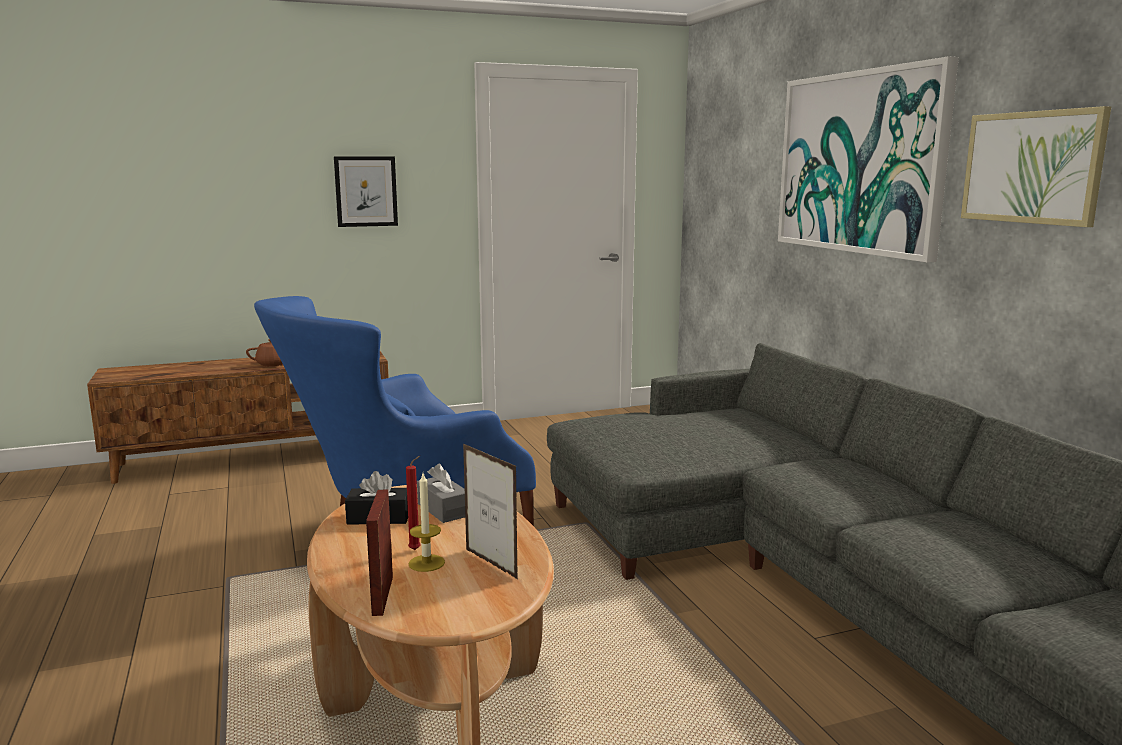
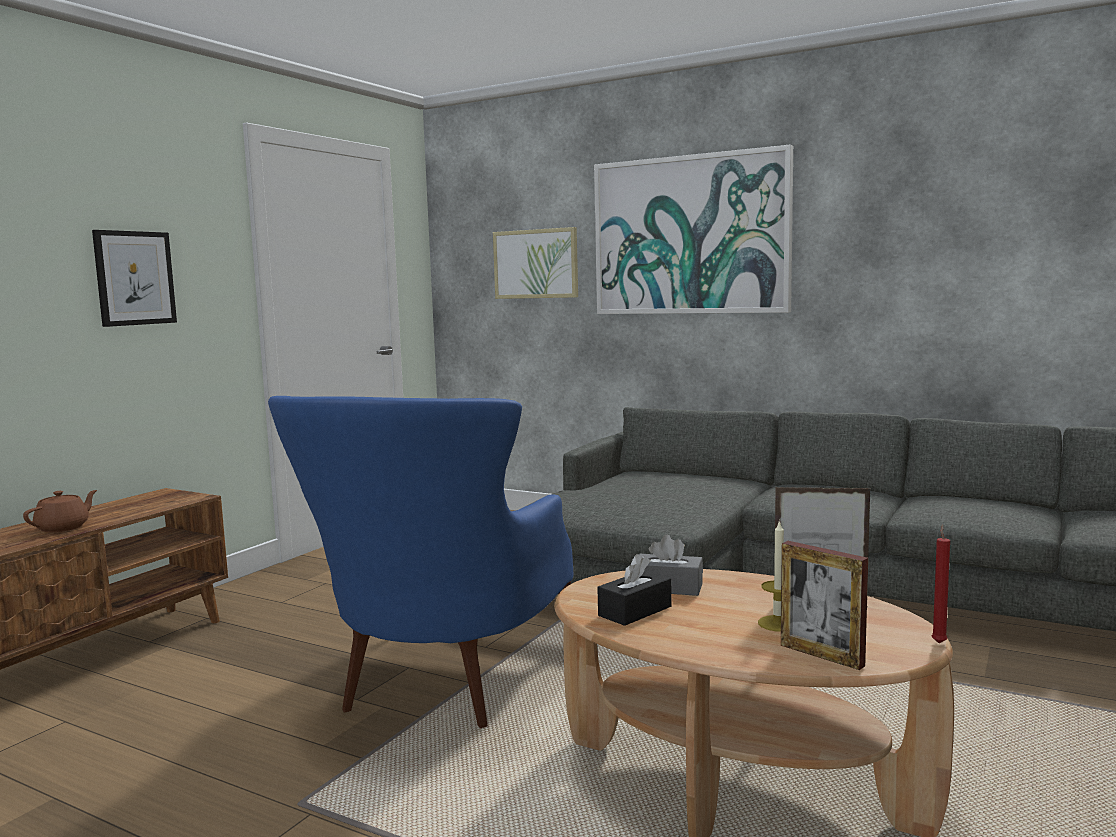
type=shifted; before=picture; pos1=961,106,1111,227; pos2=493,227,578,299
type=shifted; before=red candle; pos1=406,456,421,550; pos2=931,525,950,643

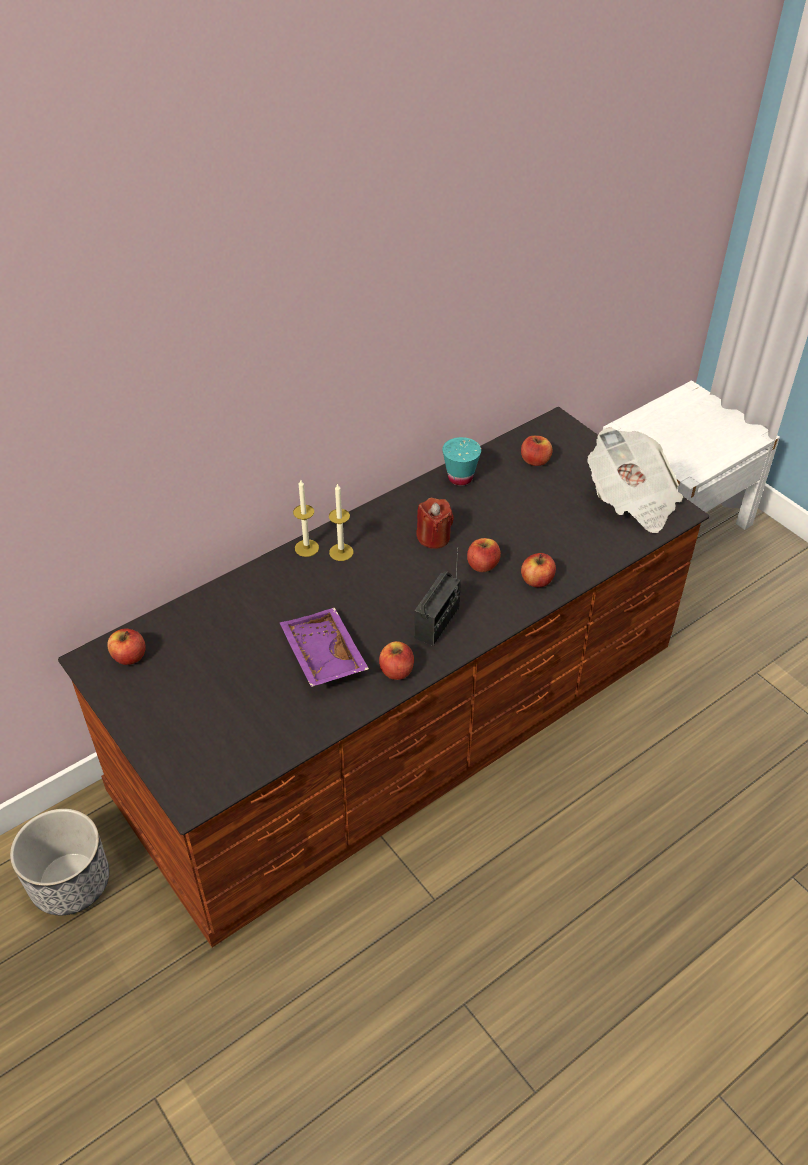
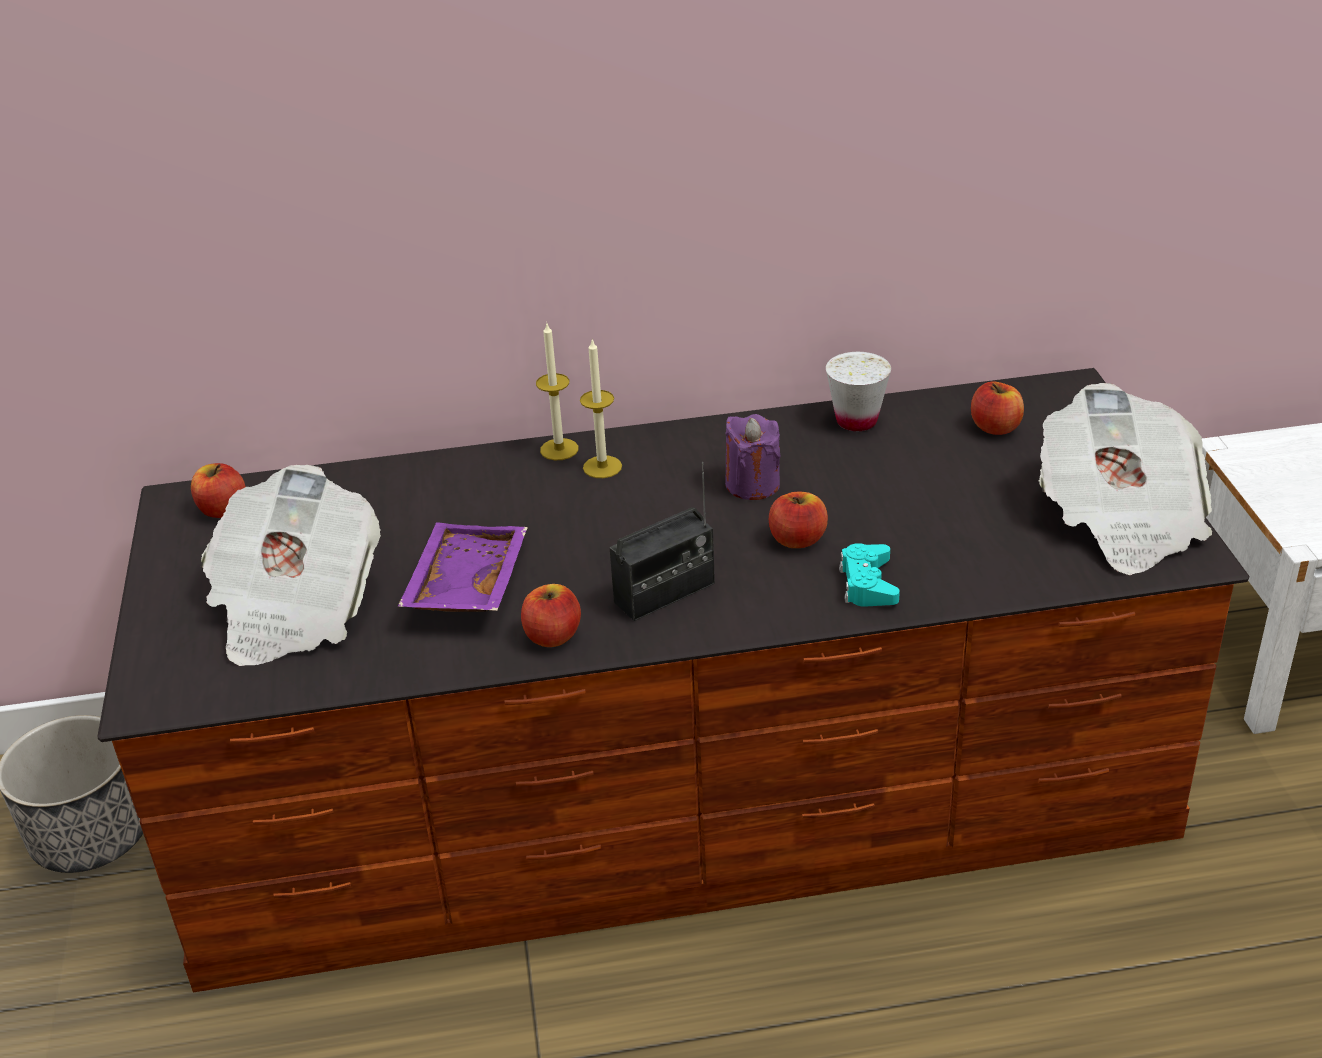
type=new; after=newspaper; pos2=201,465,381,666
type=repainted; before=red candle; after=purple candle; pos1=417,498,454,549; pos2=725,414,780,500
type=repainted; before=turquoise cup; after=white cup; pos1=442,437,481,486; pos2=826,352,891,431
type=swapped; before=apple; after=turquoise game controller; pos1=521,553,556,587; pos2=839,543,900,607

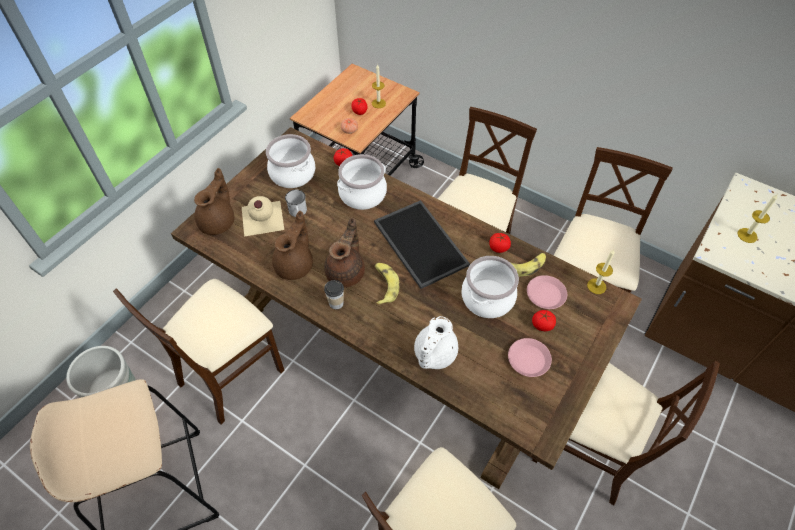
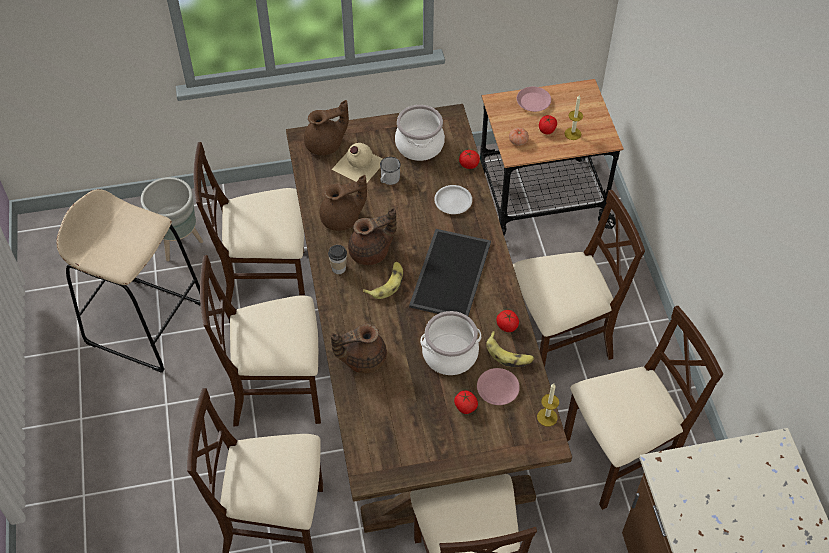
type=new; after=beige chair; pos2=200,255,321,426
type=repainted; before=white teapot; after=brown teapot; pos1=414,316,458,369; pos2=331,323,387,374
type=swapped; before=cooking pot; after=white plate; pos1=337,154,387,210; pos2=434,185,472,214
type=shifted; before=pink plate; pos1=508,338,552,377; pos2=517,87,551,112
type=gone; before=candle; pos1=738,194,778,243

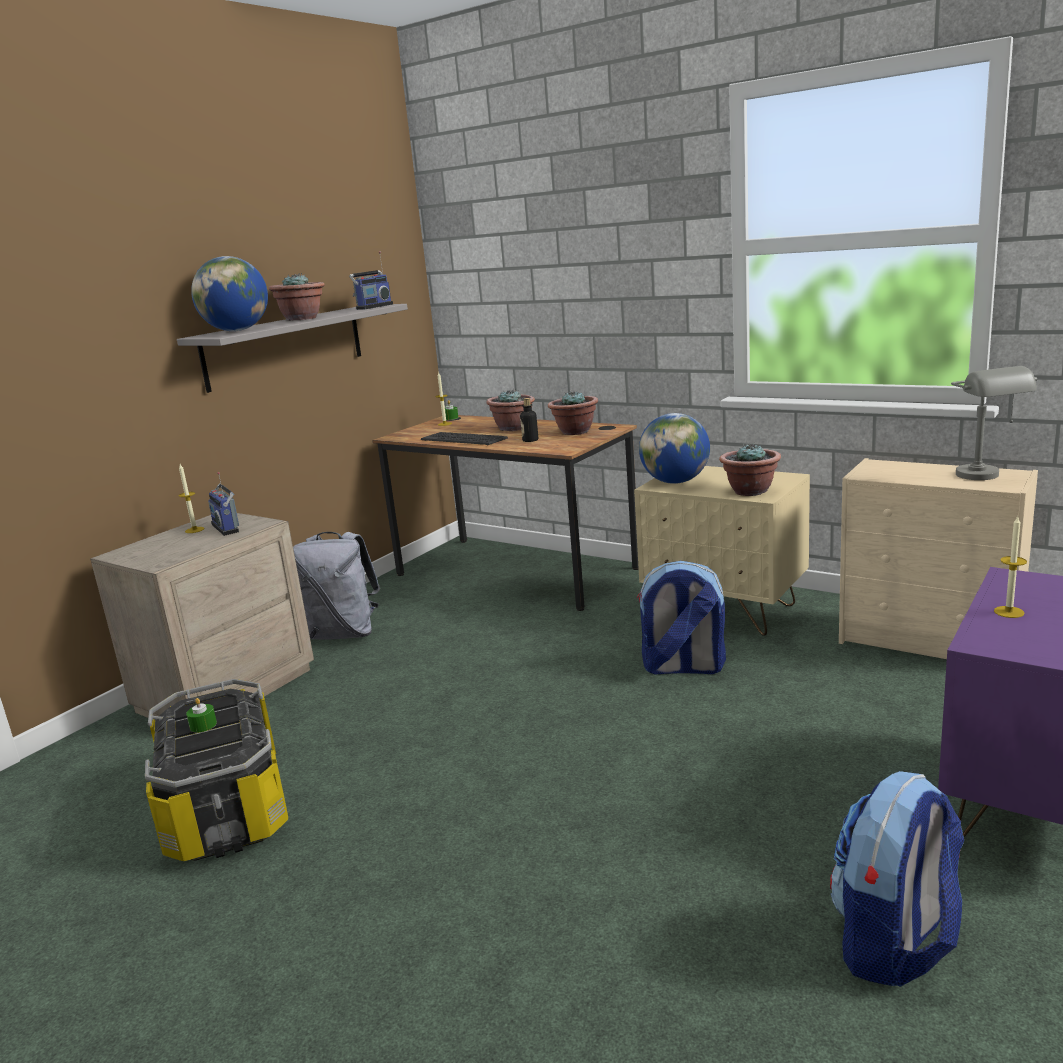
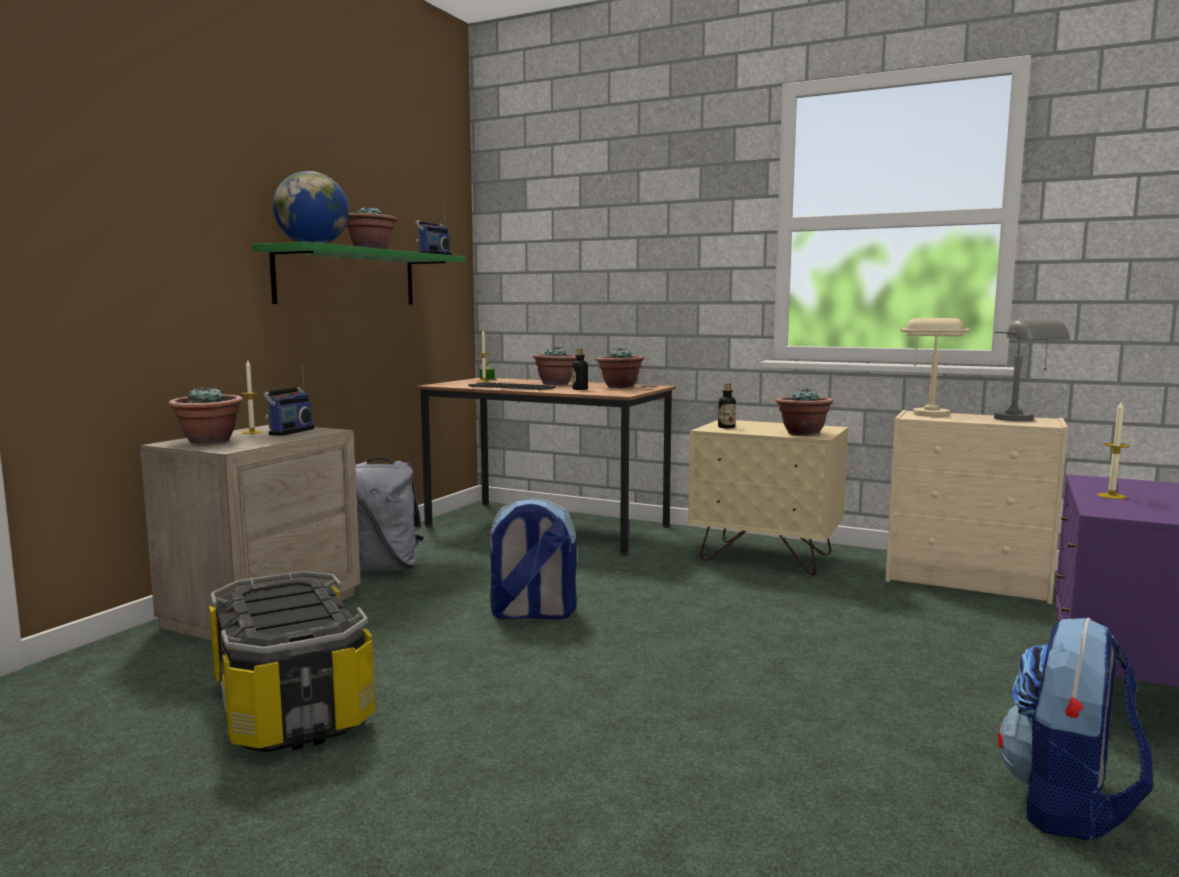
type=new; after=potted plant; pos2=168,386,243,444
type=repainted; before=grey shelf; after=green shelf; pos1=177,304,408,393; pos2=252,242,465,305
type=rotated; before=radio; pos1=208,472,239,536; pos2=263,365,314,436; turn=-120
type=shifted; before=backpack; pos1=637,561,726,674; pos2=486,498,577,620
type=swapped; before=globe; after=bottle; pos1=639,413,710,484; pos2=718,384,736,429
type=new; after=beige table lamp; pos2=901,318,970,417
type=gone; before=green candle; pos1=186,698,217,732

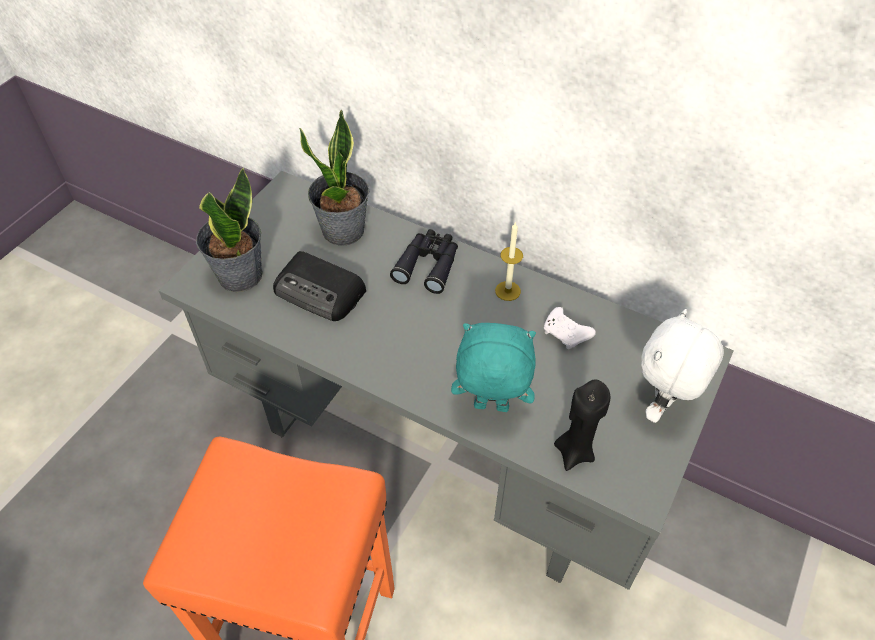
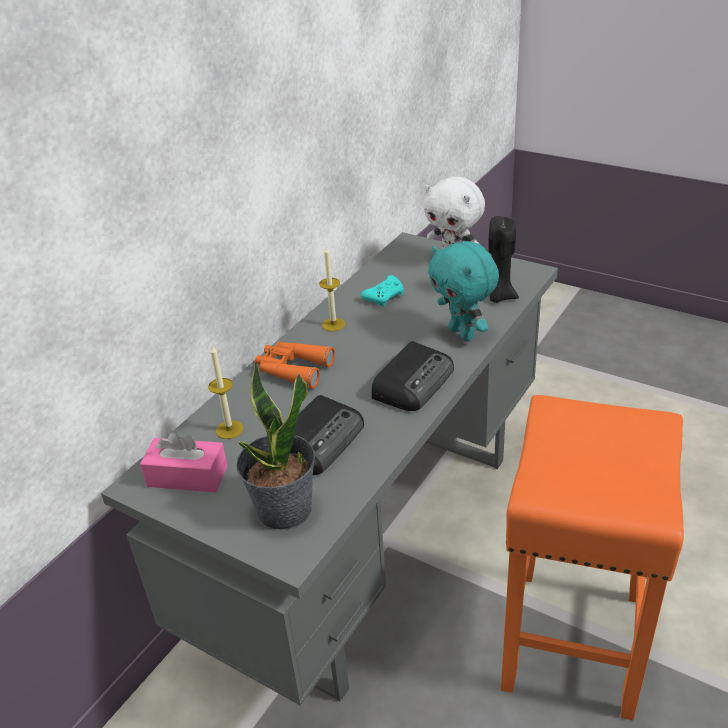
type=new; after=pink tissue box; pos2=140,431,228,492
type=swapped; before=potted plant; after=candle; pos1=299,109,369,246; pos2=208,345,243,439
type=repainted; before=black binoculars; after=orange binoculars; pos1=390,229,458,294; pos2=255,341,335,389
type=repainted; before=white game controller; after=turquoise game controller; pos1=544,307,596,349; pos2=361,275,404,307
type=new; after=radio; pos2=371,341,454,411
type=rotated; before=turquoise plush toy; pos1=451,323,536,412; pos2=428,241,499,341; turn=-45

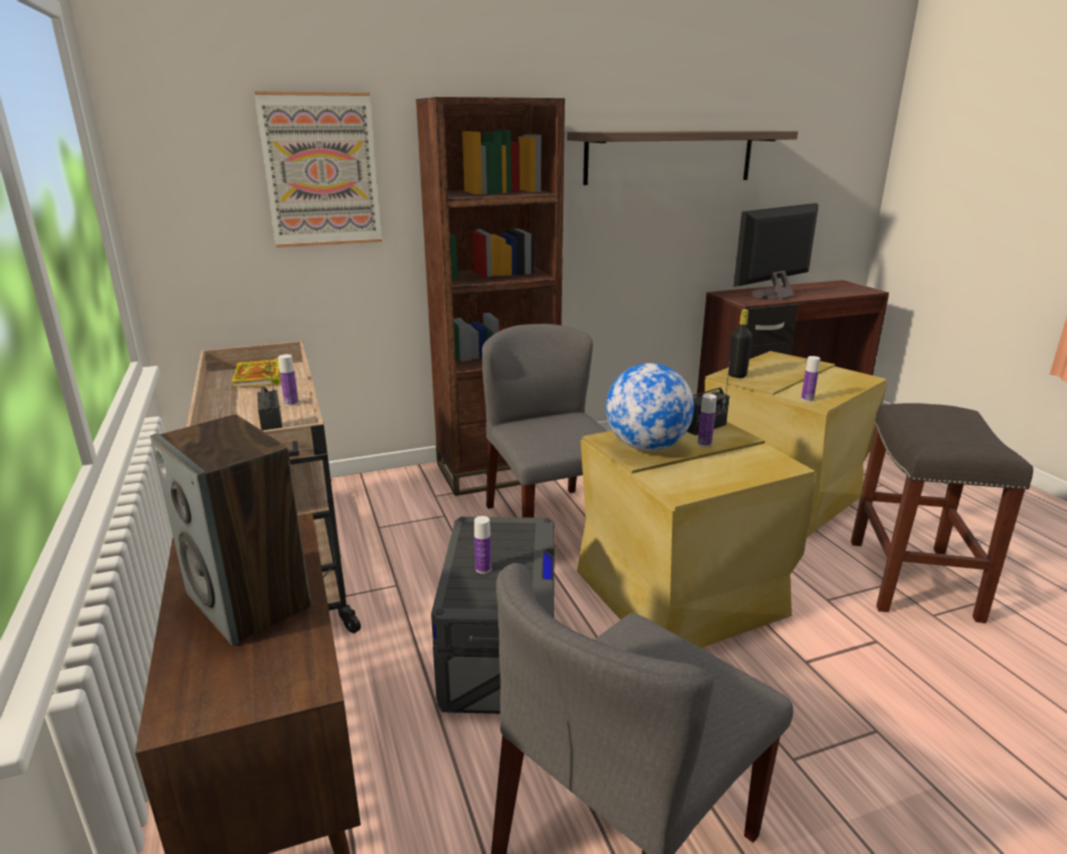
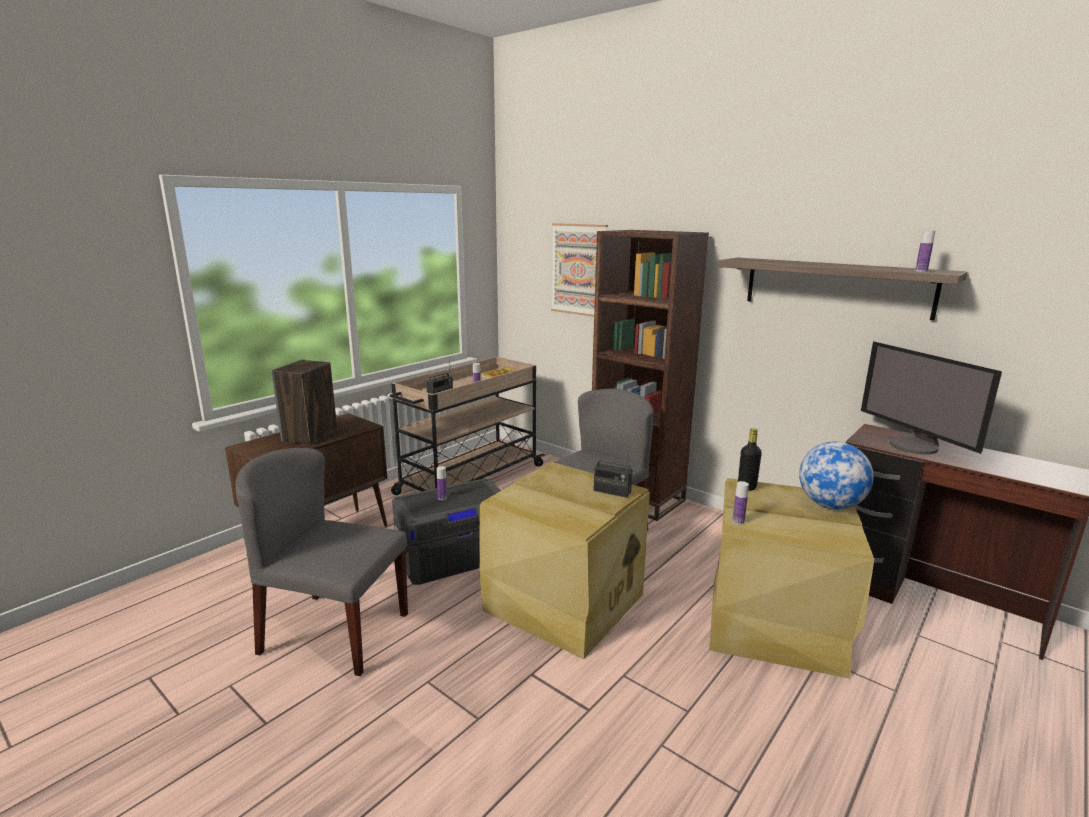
type=shifted; before=globe; pos1=606,363,694,451; pos2=799,442,874,509
type=rotated; before=monitor; pos1=734,203,819,300; pos2=861,341,1002,454; turn=-135
type=shifted; before=bottle; pos1=698,394,717,447; pos2=915,230,935,272
type=gone; before=grey stool; pos1=851,403,1033,623

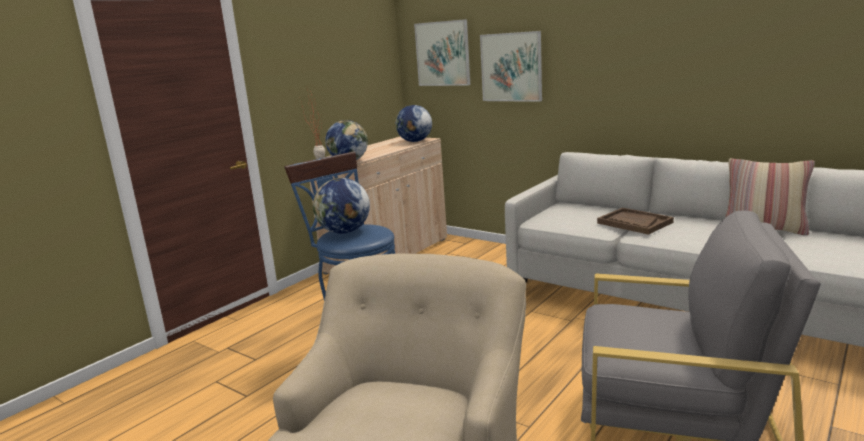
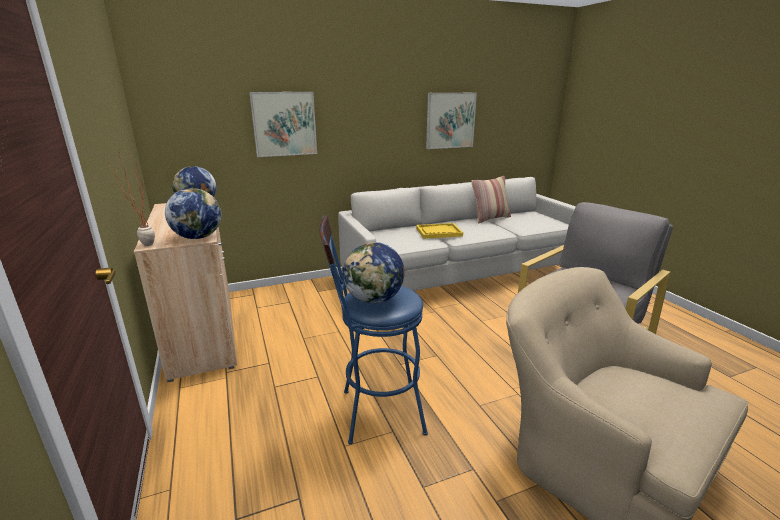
type=repainted; before=brown tray; after=yellow tray; pos1=597,208,674,235; pos2=416,223,463,239
type=shifted; before=picture; pos1=414,19,470,86; pos2=426,93,477,149

